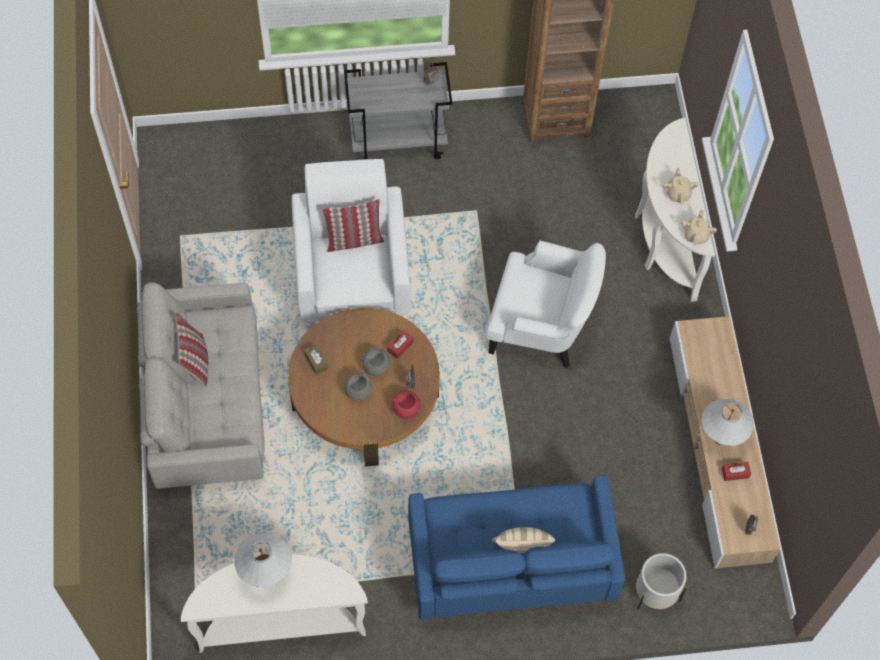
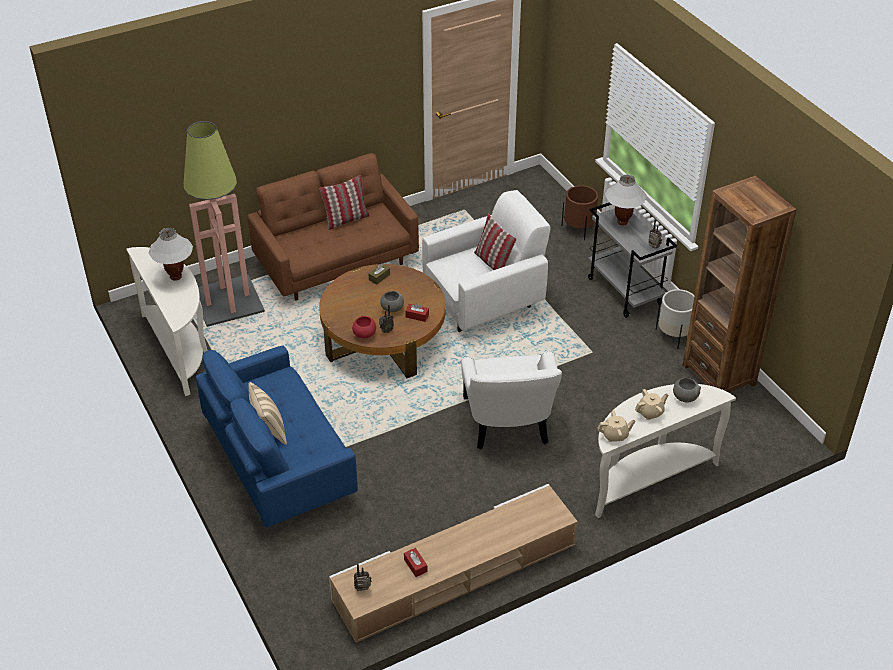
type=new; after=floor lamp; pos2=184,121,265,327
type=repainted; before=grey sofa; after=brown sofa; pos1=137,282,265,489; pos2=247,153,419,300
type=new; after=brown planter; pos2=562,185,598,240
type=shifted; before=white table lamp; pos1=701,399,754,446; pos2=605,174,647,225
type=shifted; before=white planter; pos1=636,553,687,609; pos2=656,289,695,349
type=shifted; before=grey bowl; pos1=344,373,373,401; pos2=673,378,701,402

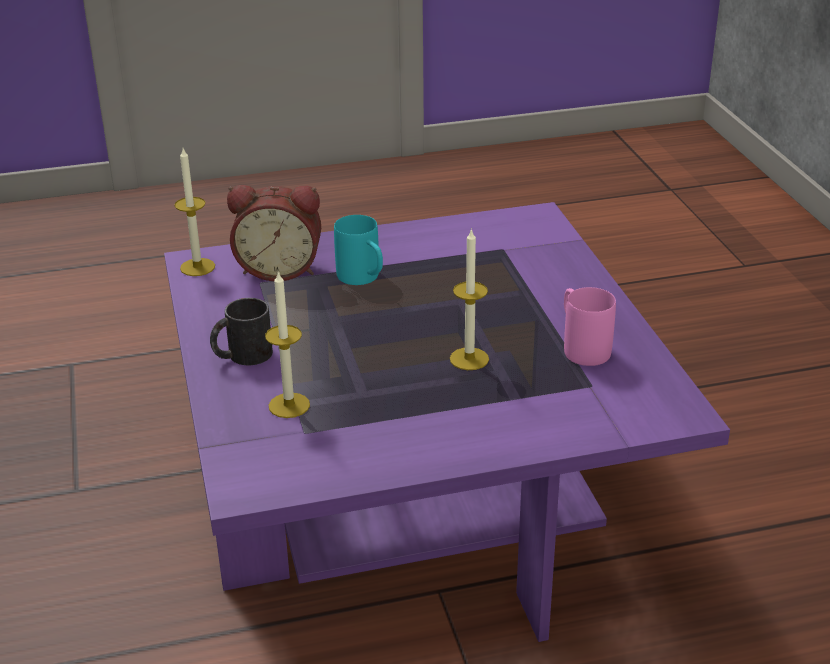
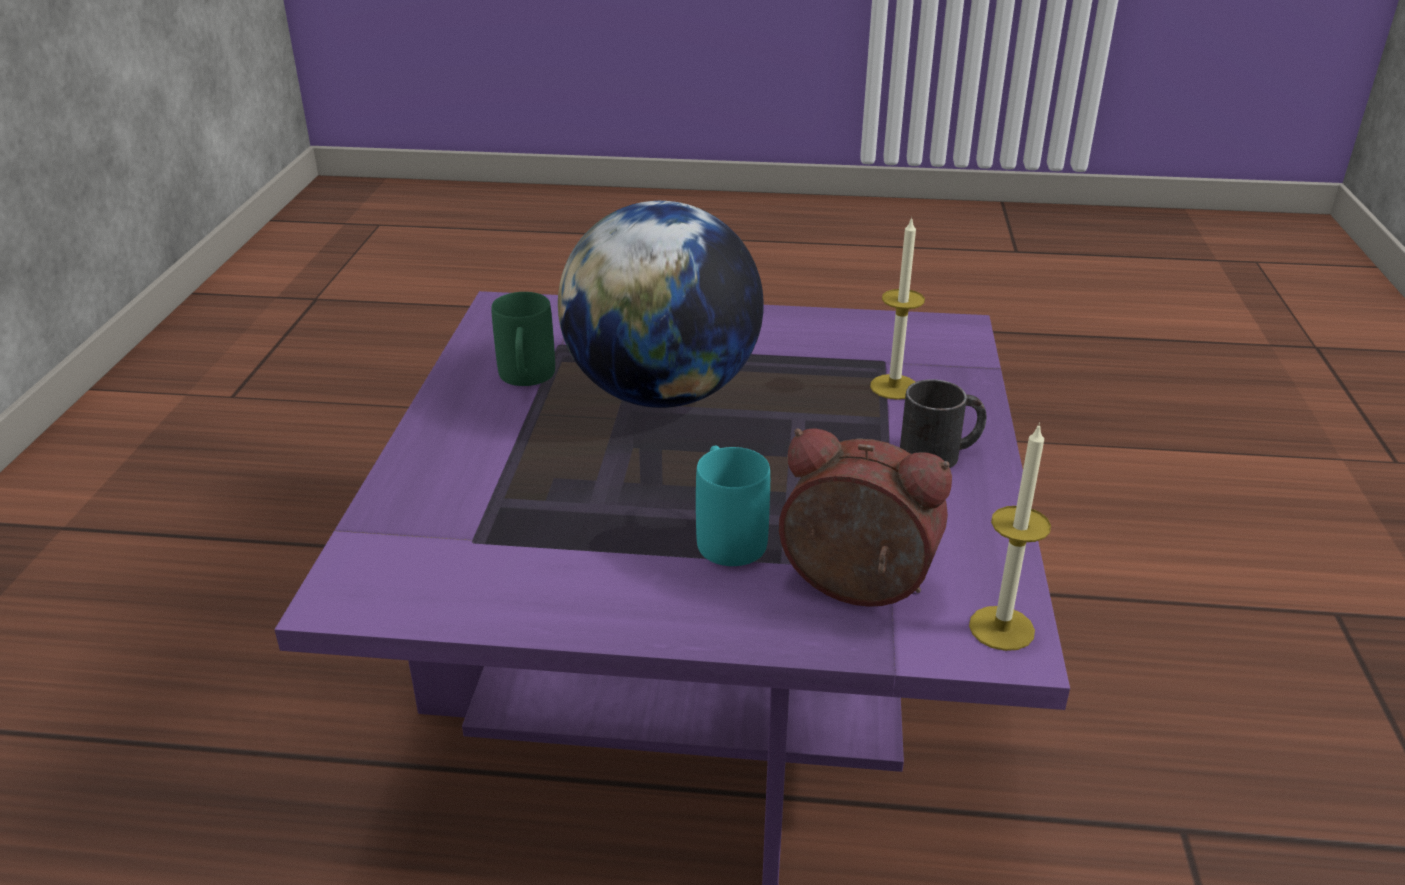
type=repainted; before=pink mug; after=green mug; pos1=564,287,616,366; pos2=491,292,555,386
type=swapped; before=candle; after=globe; pos1=450,228,489,370; pos2=558,201,764,408

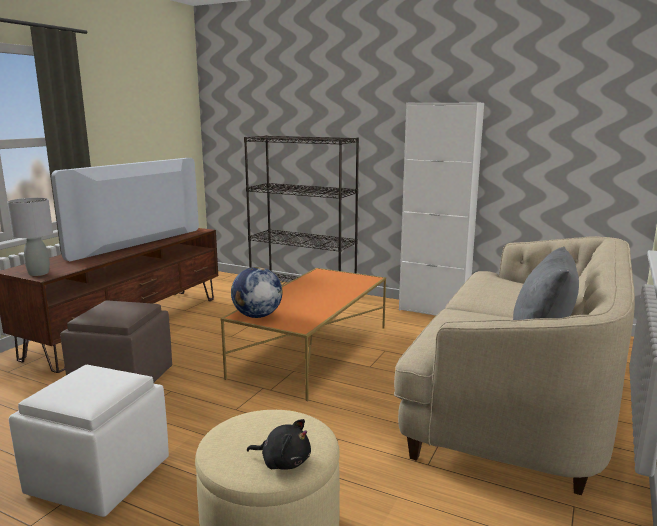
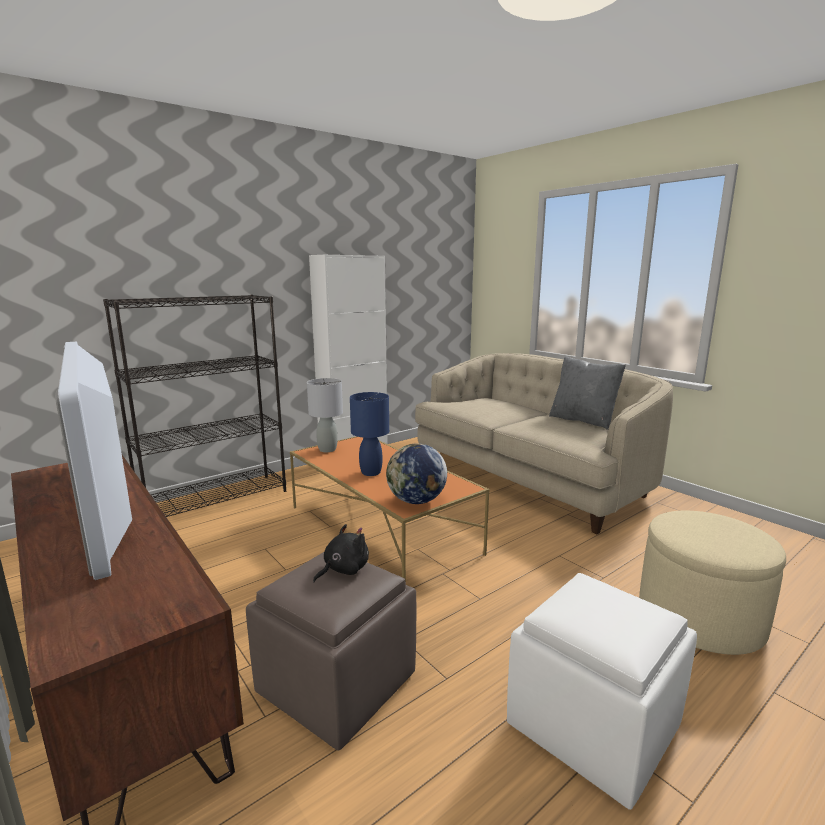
type=shifted; before=grey table lamp; pos1=7,198,53,276; pos2=307,378,343,452
type=shifted; before=black plush toy; pos1=247,419,311,470; pos2=313,524,369,582
type=new; after=blue table lamp; pos2=350,392,389,476

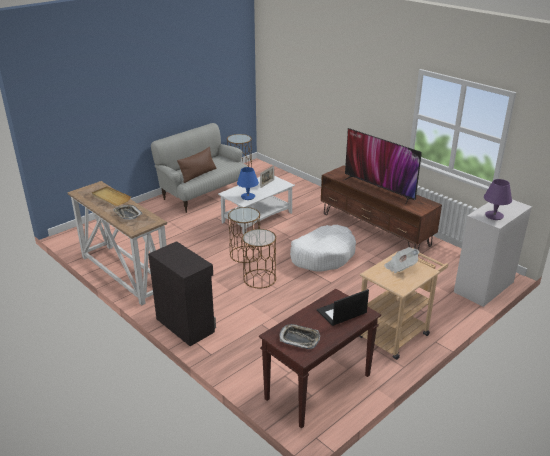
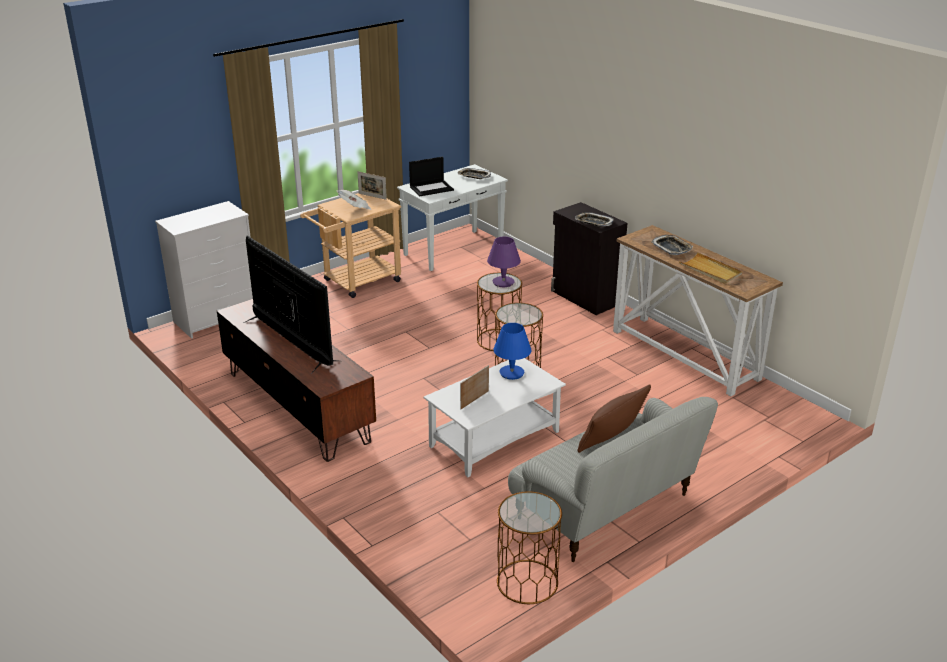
type=new; after=picture frame; pos2=357,171,387,200
type=repainted; before=brown console table; after=white console table; pos1=259,289,381,429; pos2=397,164,508,271
type=shifted; before=purple table lamp; pos1=484,179,512,220; pos2=487,237,521,287
type=new; after=tray; pos2=575,212,613,227
type=gone; before=white dog bed; pos1=290,225,356,272

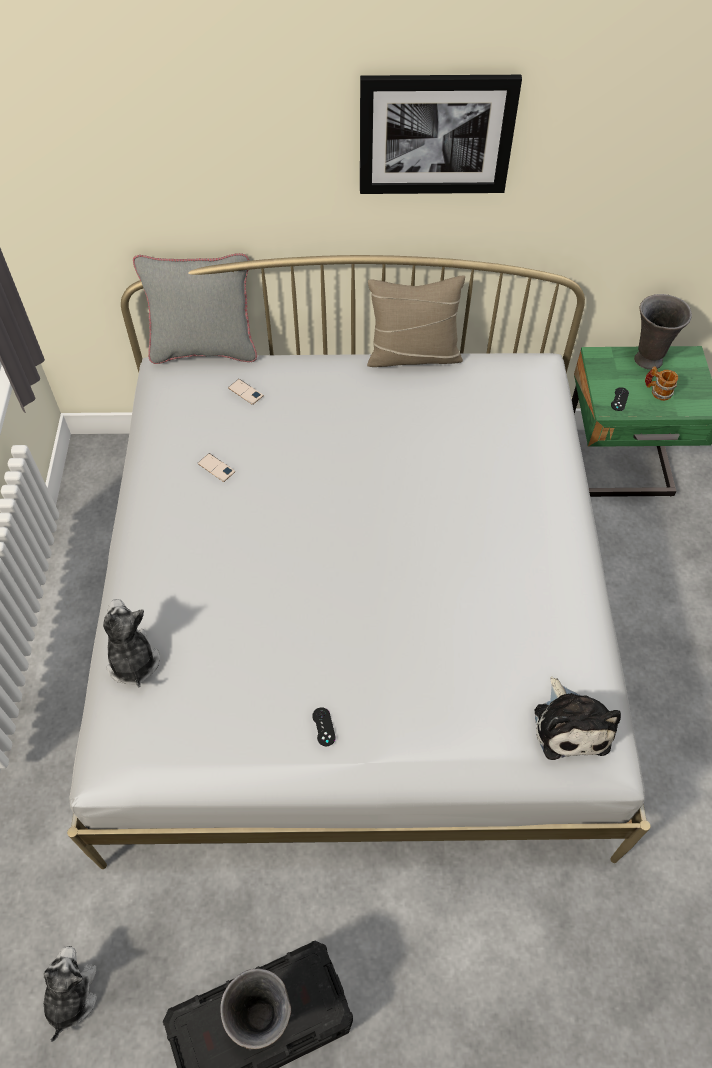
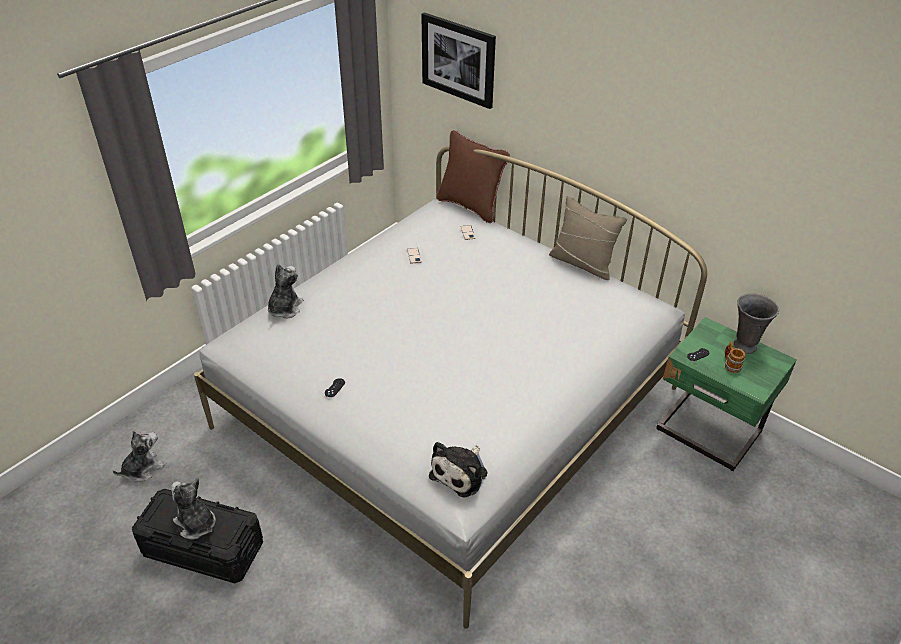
type=swapped; before=grey vase; after=plush toy; pos1=220,969,291,1049; pos2=171,478,216,540
type=shifted; before=picture; pos1=360,75,522,194; pos2=421,12,496,109
type=repainted; before=grey pillow; after=brown pillow; pos1=133,253,257,364; pos2=436,130,510,223

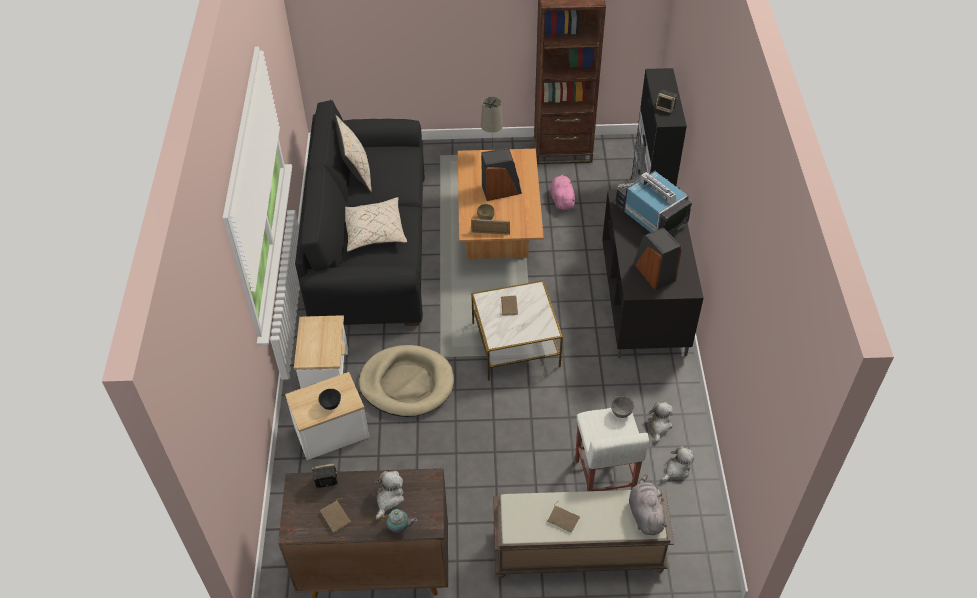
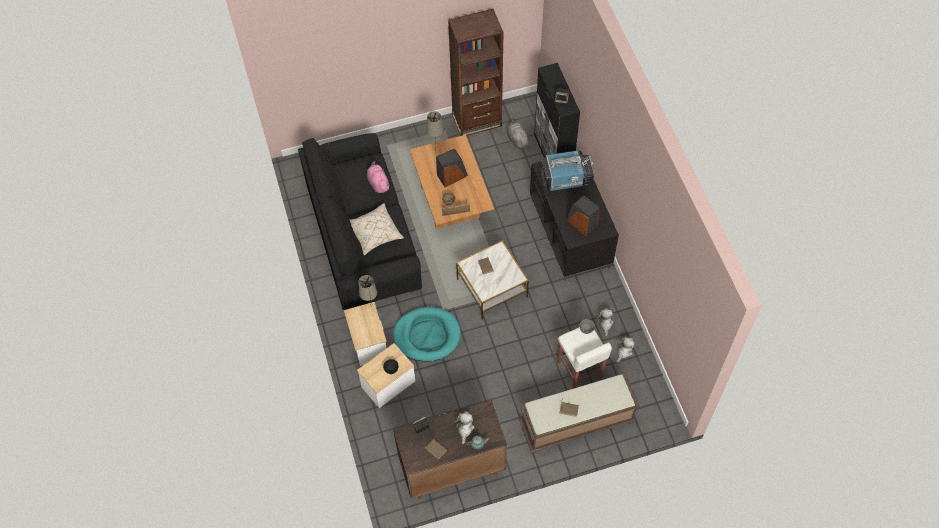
type=new; after=beige table lamp; pos2=358,275,377,305
type=shifted; before=pink plush toy; pos1=550,174,576,210; pos2=367,161,390,193
type=repainted; before=beige dog bed; after=turquoise dog bed; pos1=359,345,454,417; pos2=393,307,461,362
type=shifted; before=grey plush toy; pos1=629,475,668,535; pos2=507,119,530,149
type=rotated; before=television; pos1=615,171,692,236; pos2=541,150,594,191; turn=135
type=gone; before=beige pillow; pos1=335,115,372,192

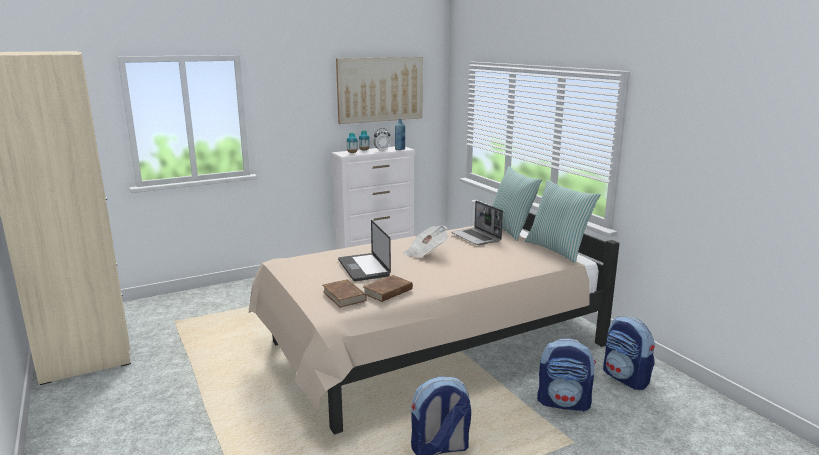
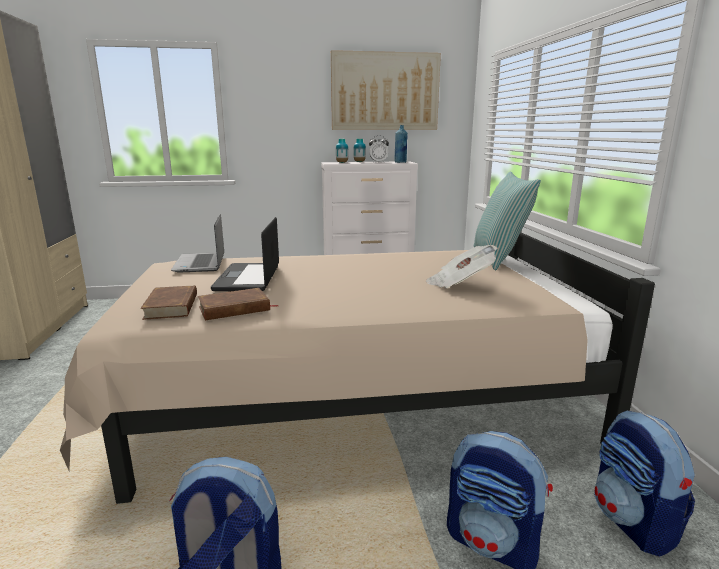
type=shifted; before=laptop; pos1=451,200,503,245; pos2=171,214,224,273
type=shifted; before=newspaper; pos1=404,225,448,258; pos2=426,245,498,288
type=gone; before=pillow; pos1=525,180,600,263

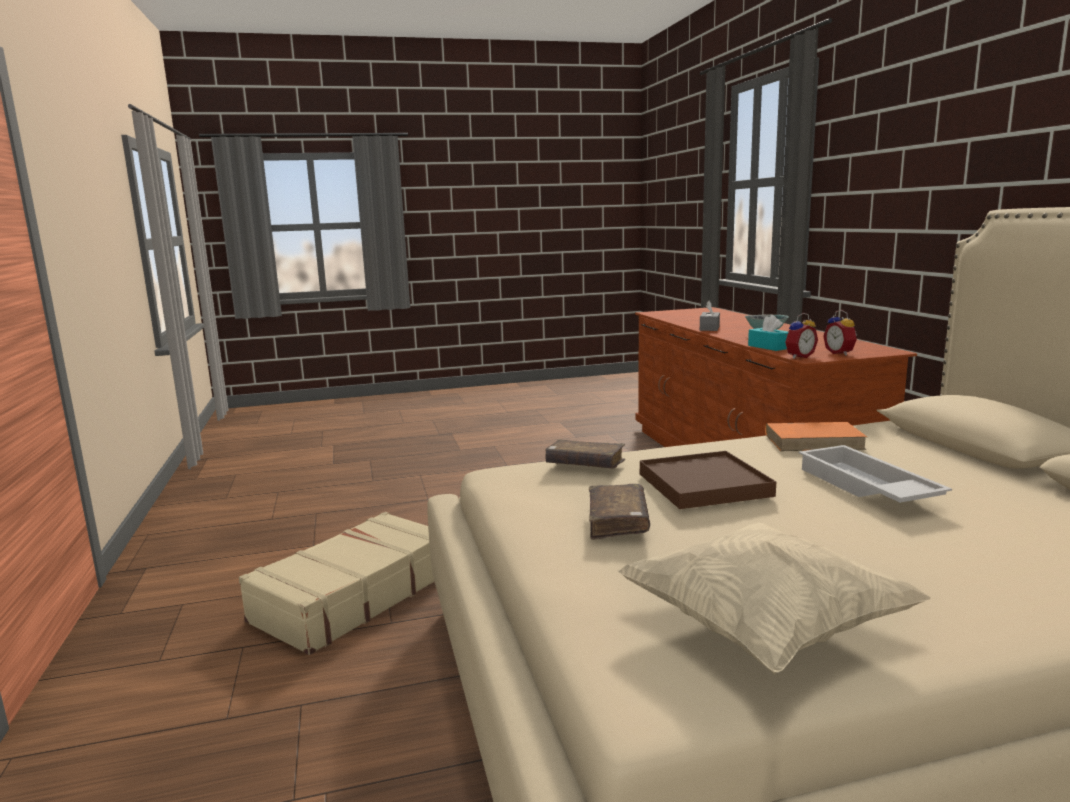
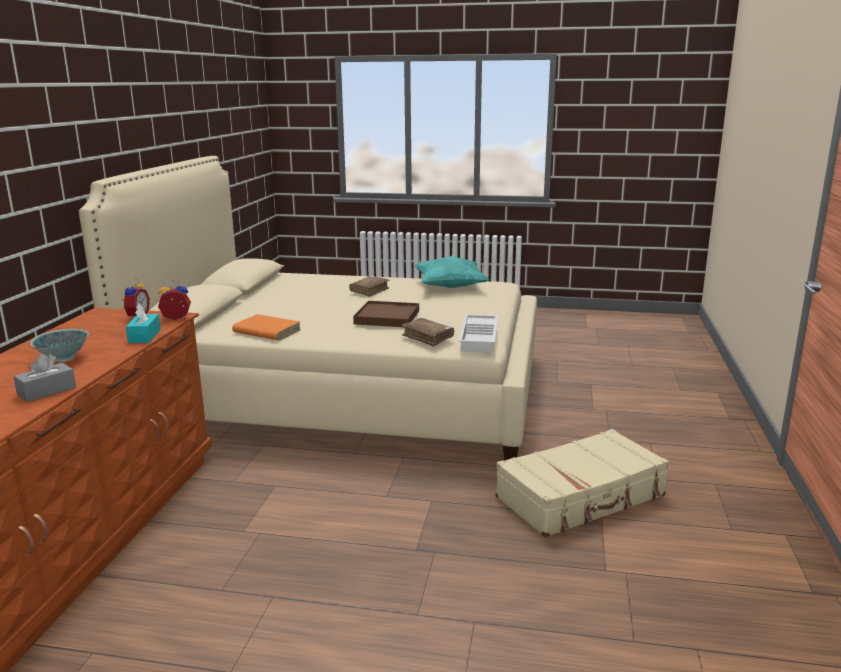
type=shifted; before=brown book; pos1=589,484,650,540; pos2=349,276,390,297
type=repainted; before=beige pillow; after=turquoise pillow; pos1=617,522,931,674; pos2=414,256,489,288
type=shifted; before=white tray; pos1=799,445,952,503; pos2=459,314,498,353

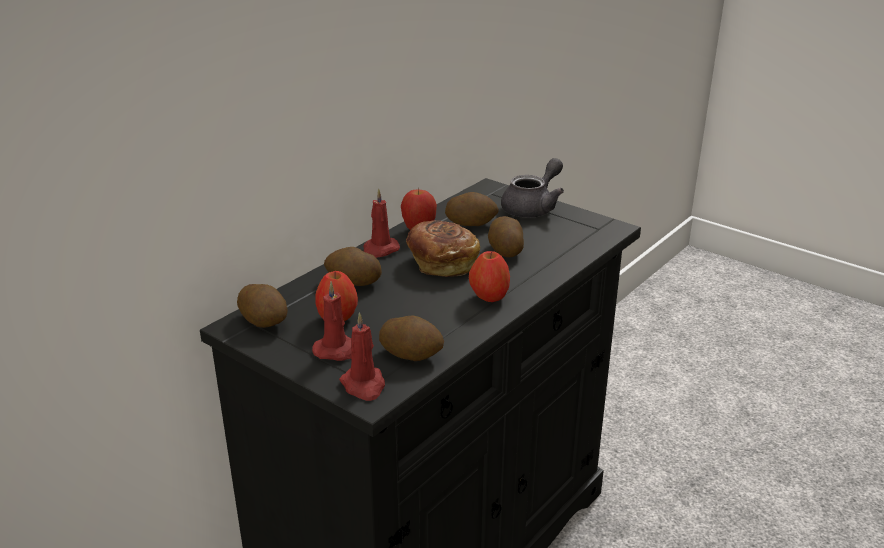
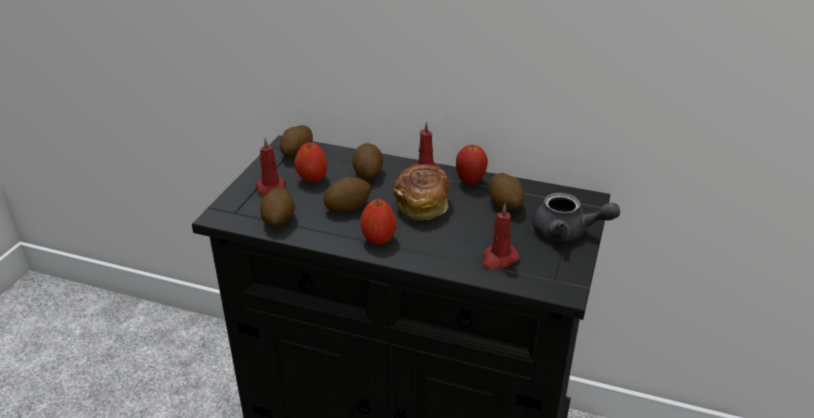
type=shifted; before=potato; pos1=488,216,524,258; pos2=323,177,371,212
type=shifted; before=red candle; pos1=339,312,385,401; pos2=482,203,520,270

